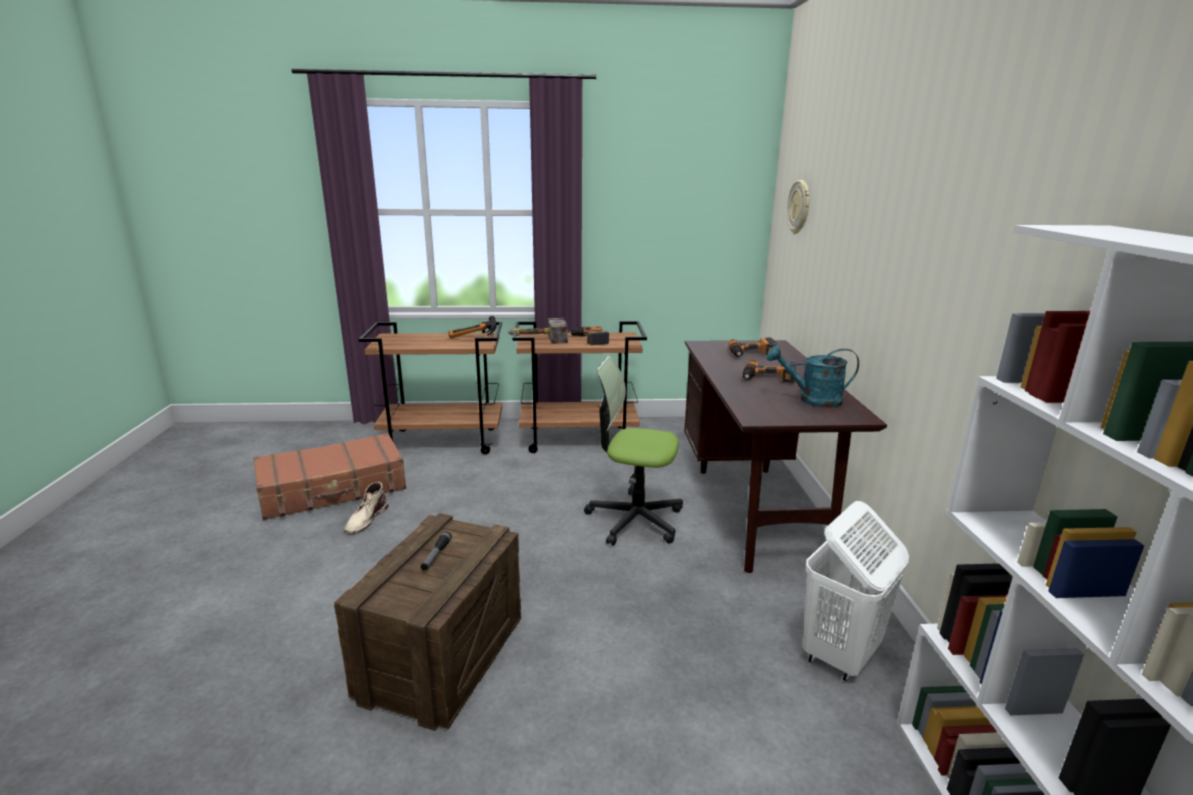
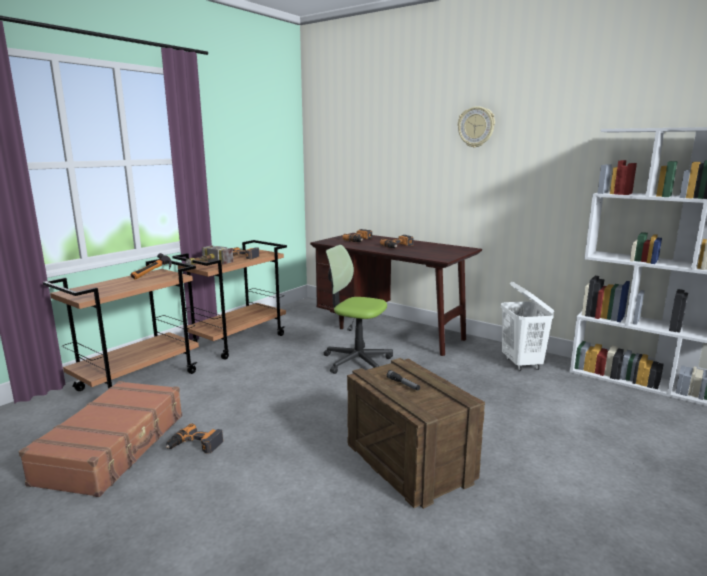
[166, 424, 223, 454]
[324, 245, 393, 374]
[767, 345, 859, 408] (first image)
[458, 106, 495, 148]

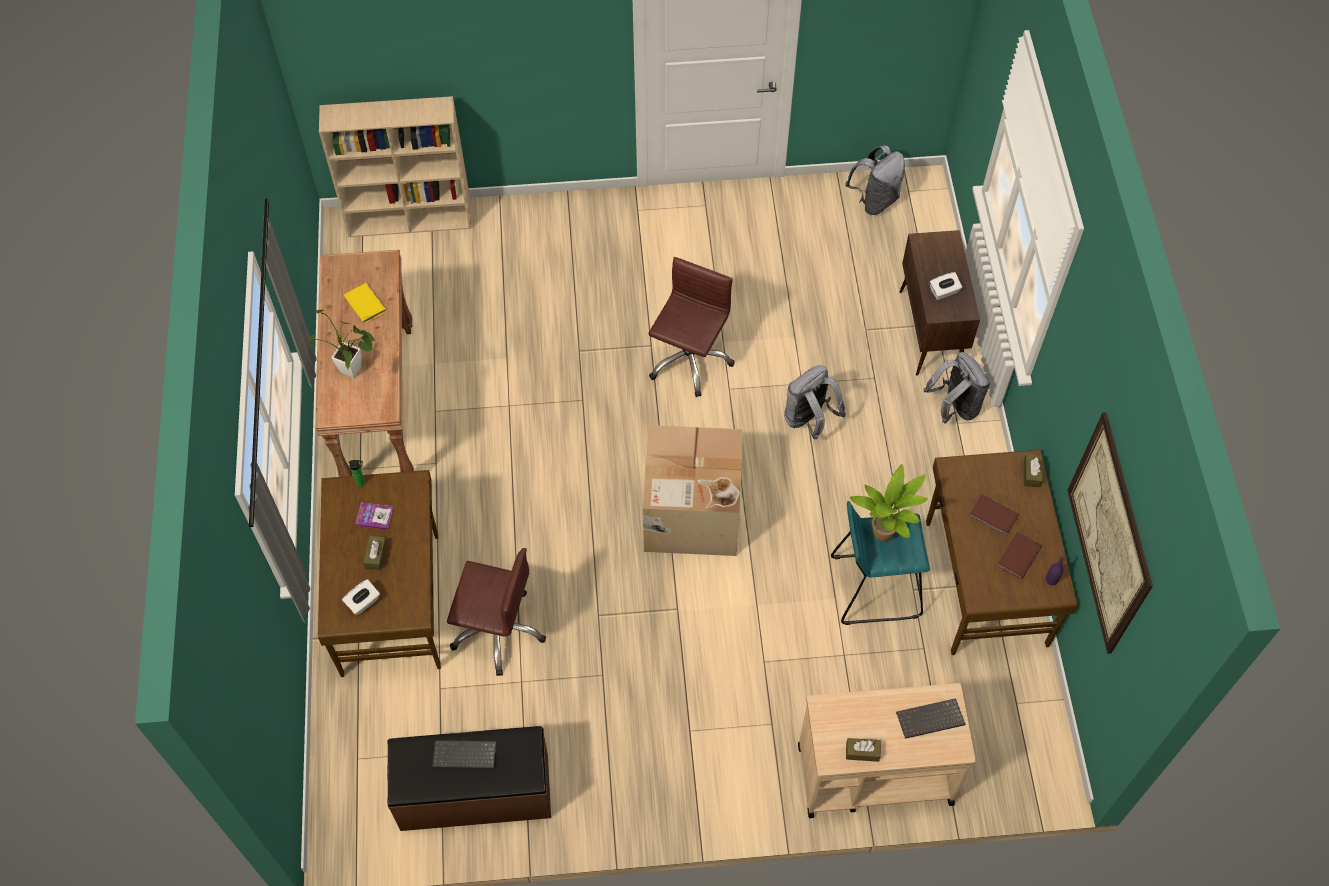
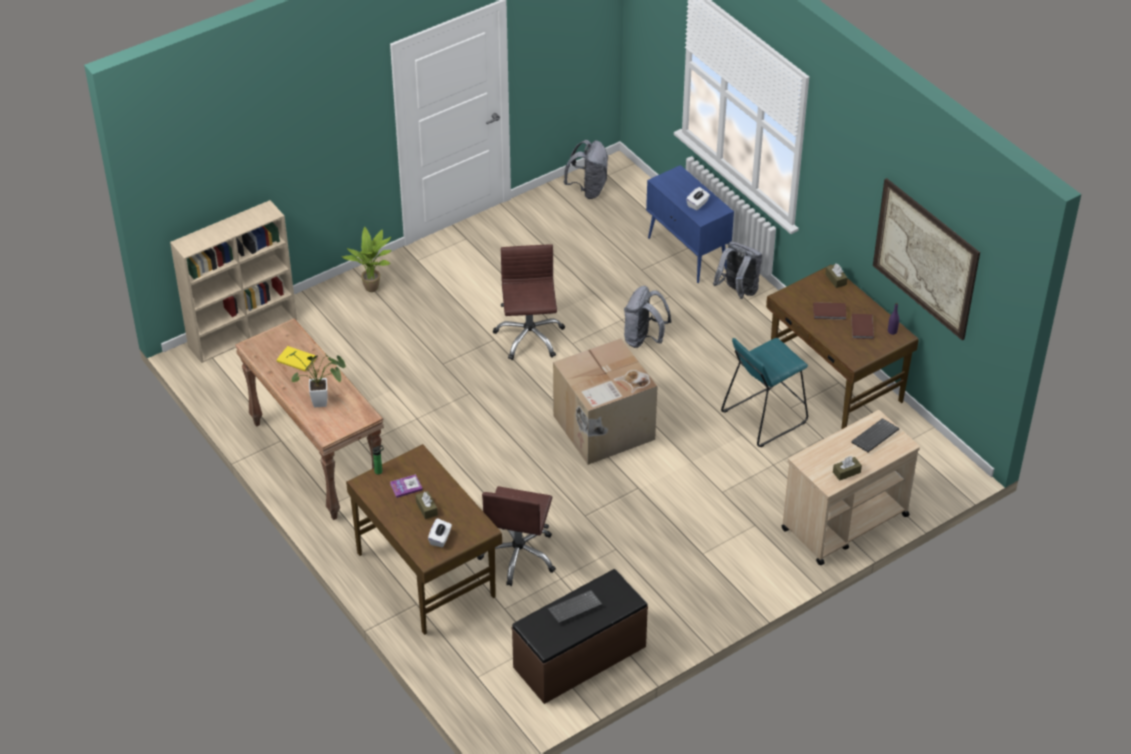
[477, 486, 556, 586]
[341, 227, 392, 292]
[646, 165, 734, 283]

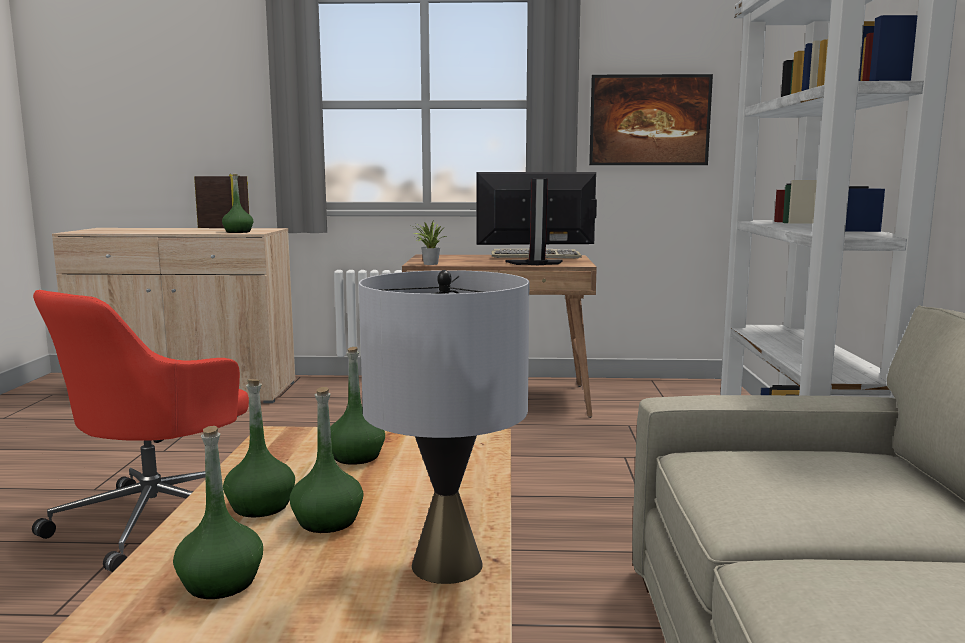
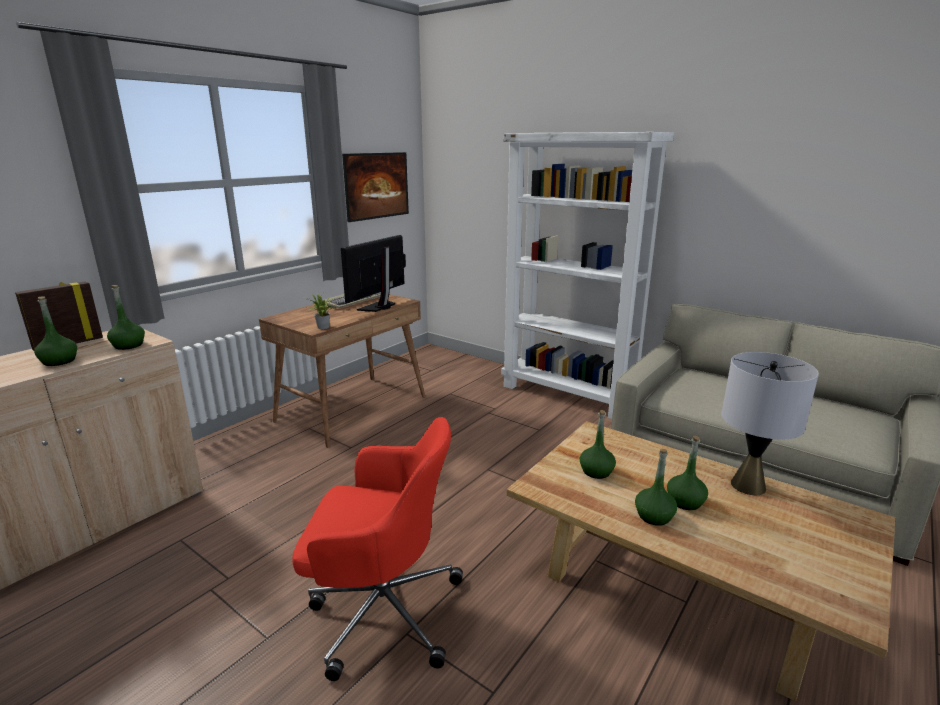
[292, 417, 463, 681]
[34, 296, 77, 366]

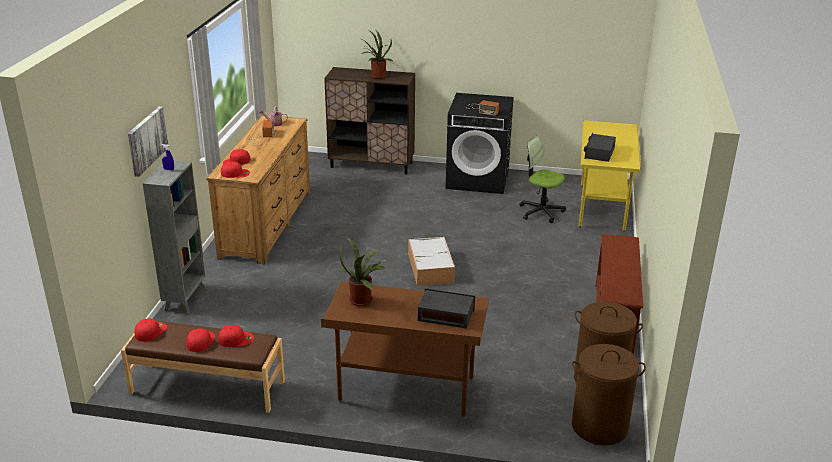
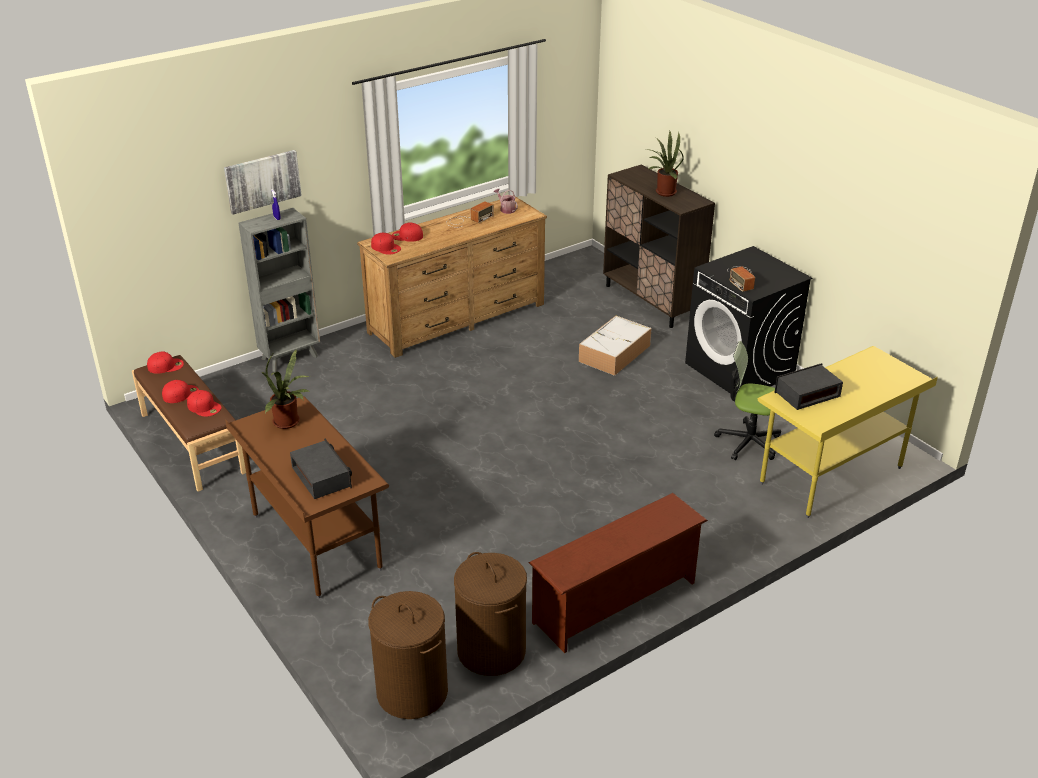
[579, 316, 652, 376]
[714, 341, 781, 460]

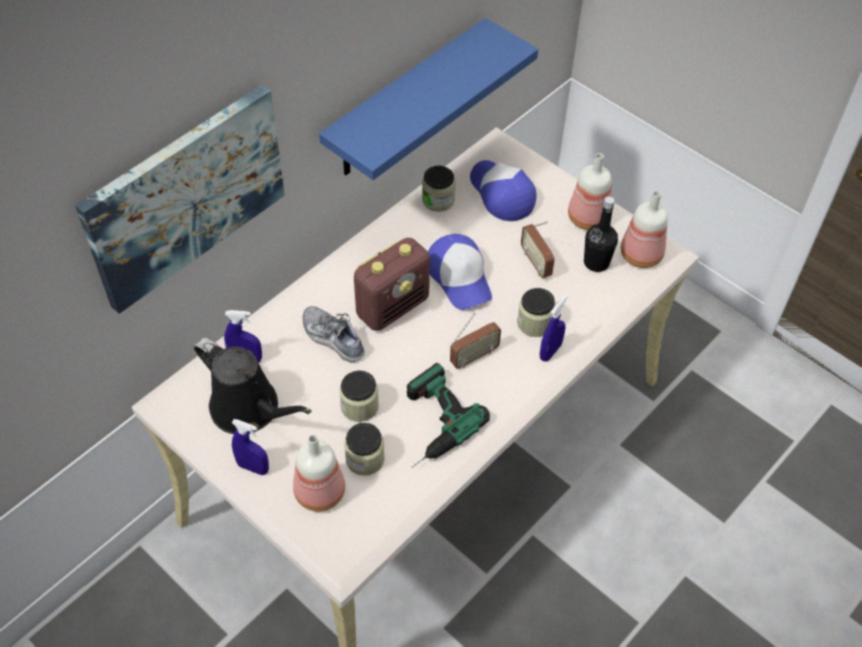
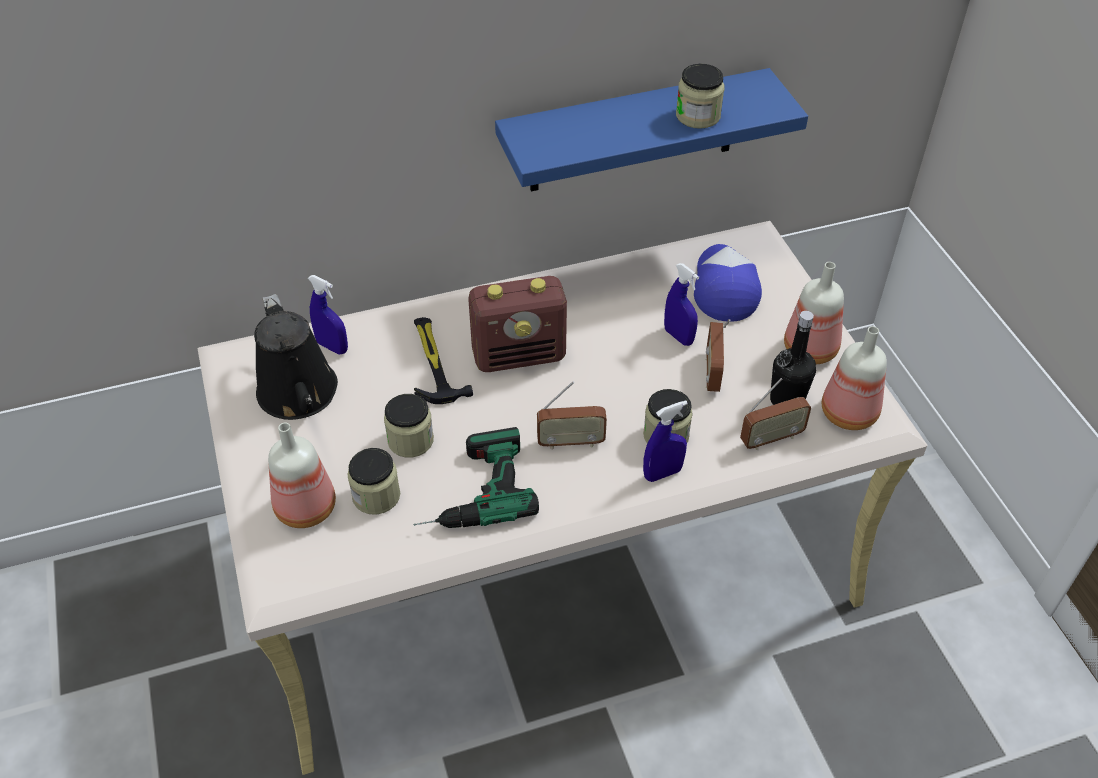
[75, 85, 285, 314] (first image)
[664, 263, 699, 346]
[414, 317, 473, 404]
[676, 64, 725, 129]
[428, 234, 492, 310] (first image)
[740, 378, 811, 450]

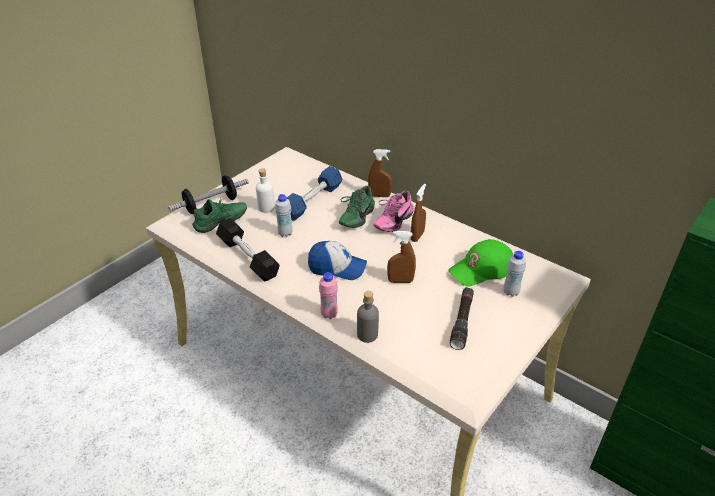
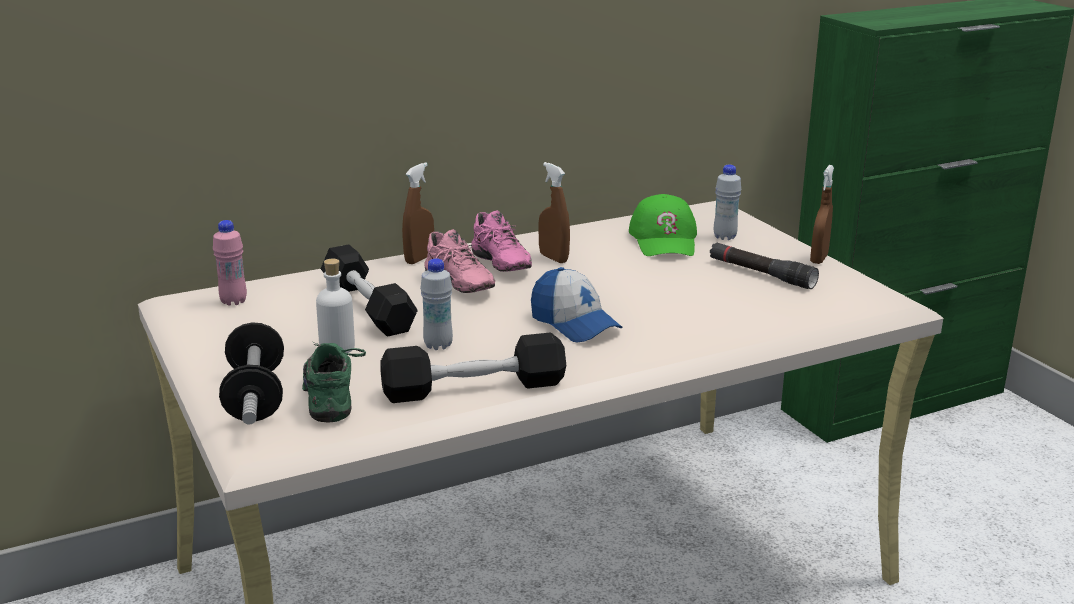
[321, 244, 418, 337]
[531, 267, 623, 342]
[213, 220, 247, 306]
[424, 229, 495, 293]
[357, 291, 379, 343] (first image)
[810, 165, 834, 264]

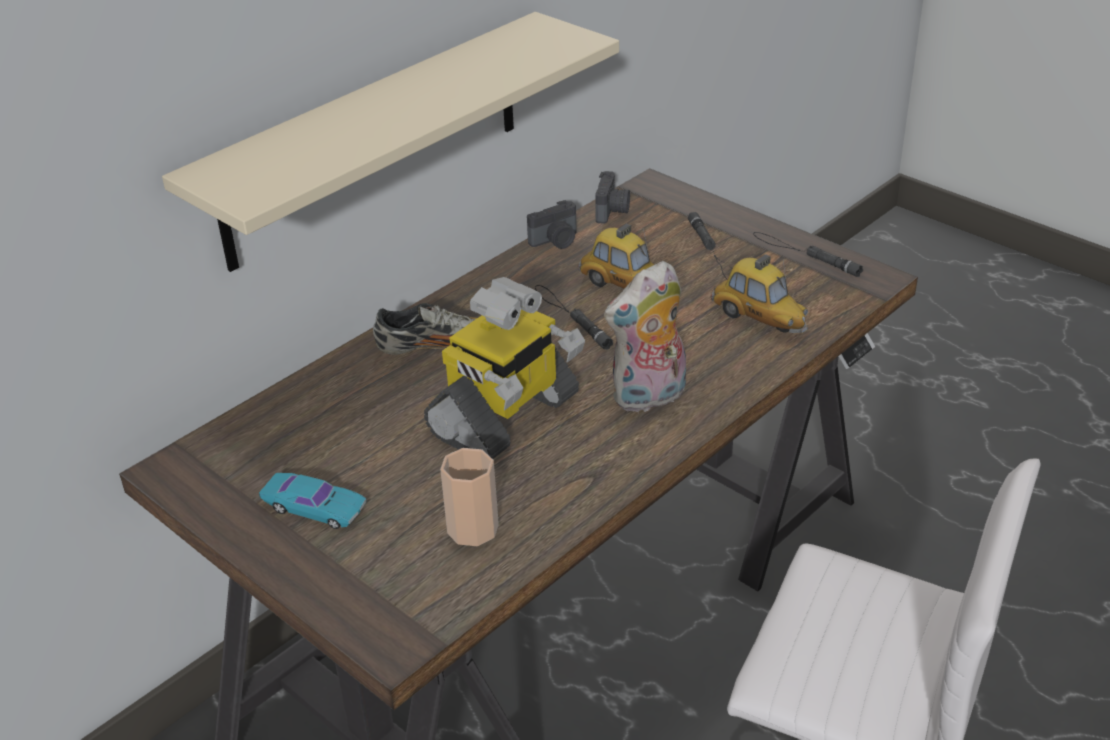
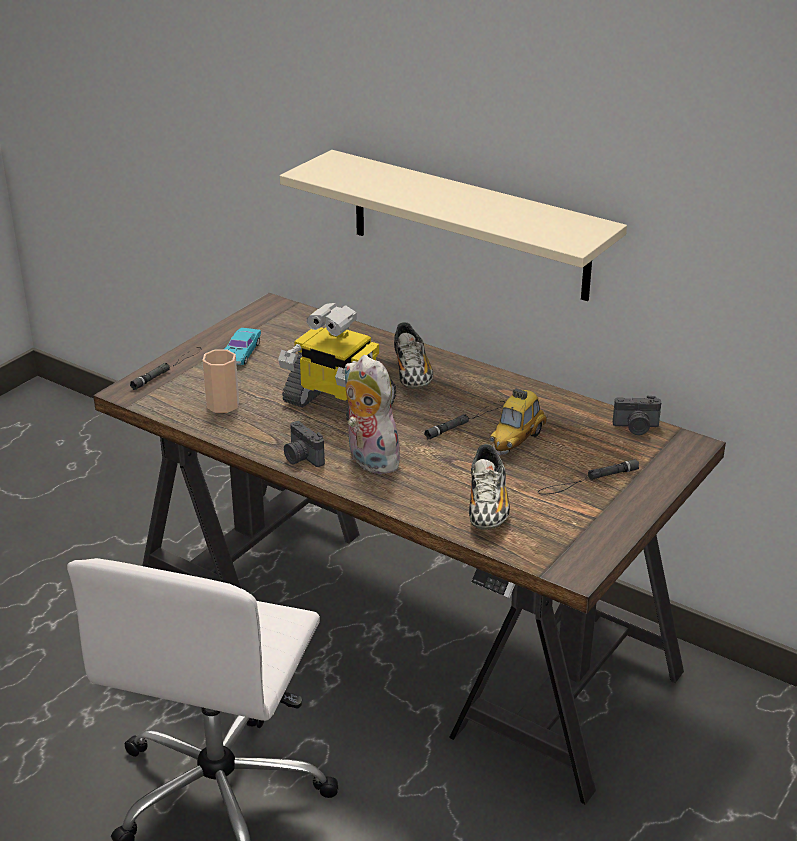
[284, 421, 325, 467]
[469, 444, 510, 530]
[130, 347, 201, 390]

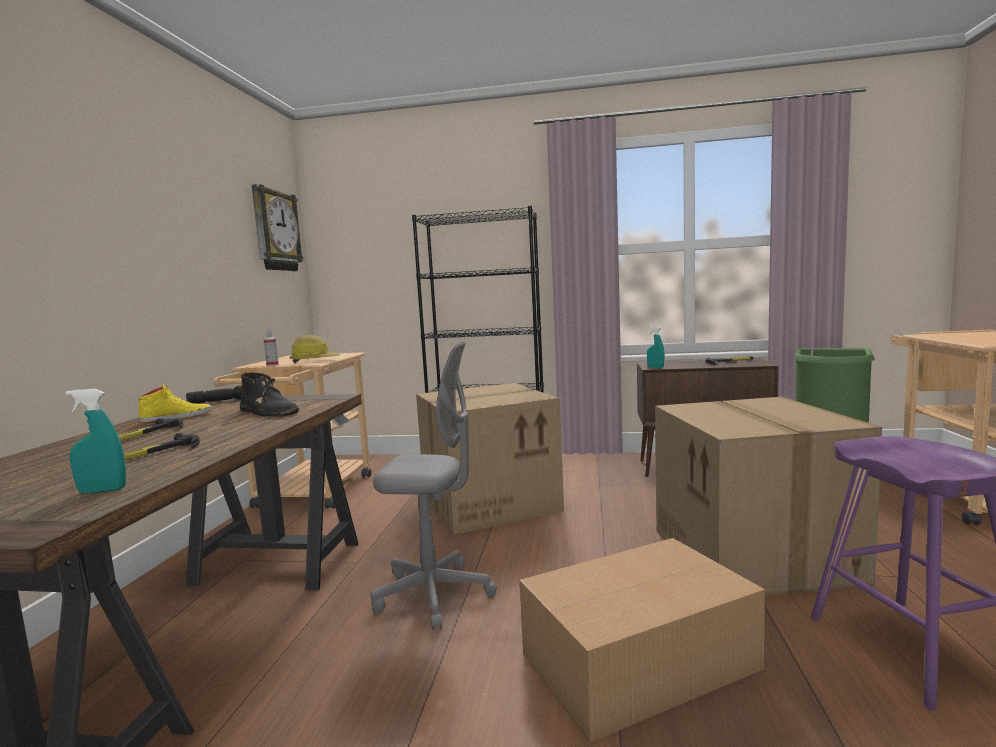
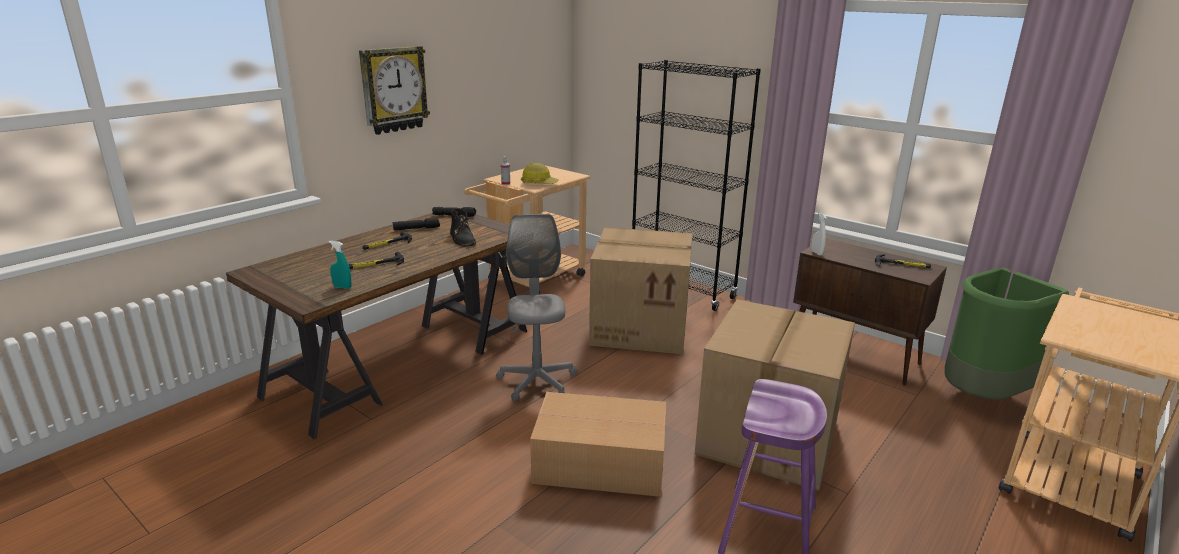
[393, 218, 440, 230]
[359, 46, 430, 135]
[496, 214, 577, 402]
[811, 213, 827, 255]

